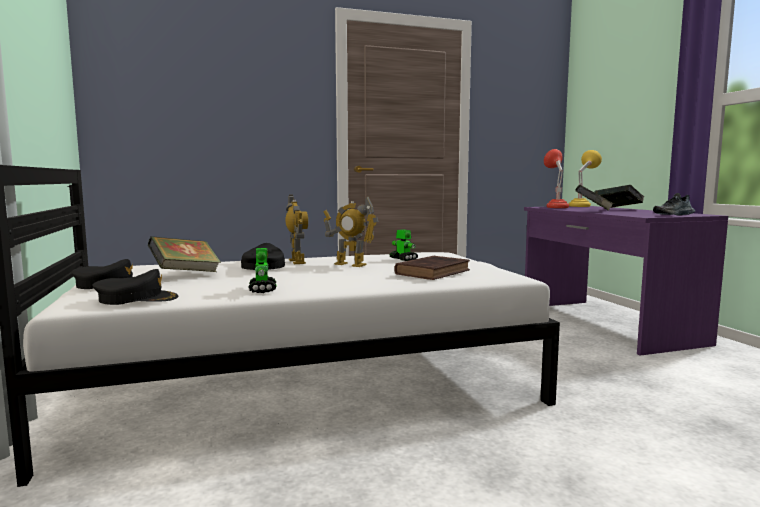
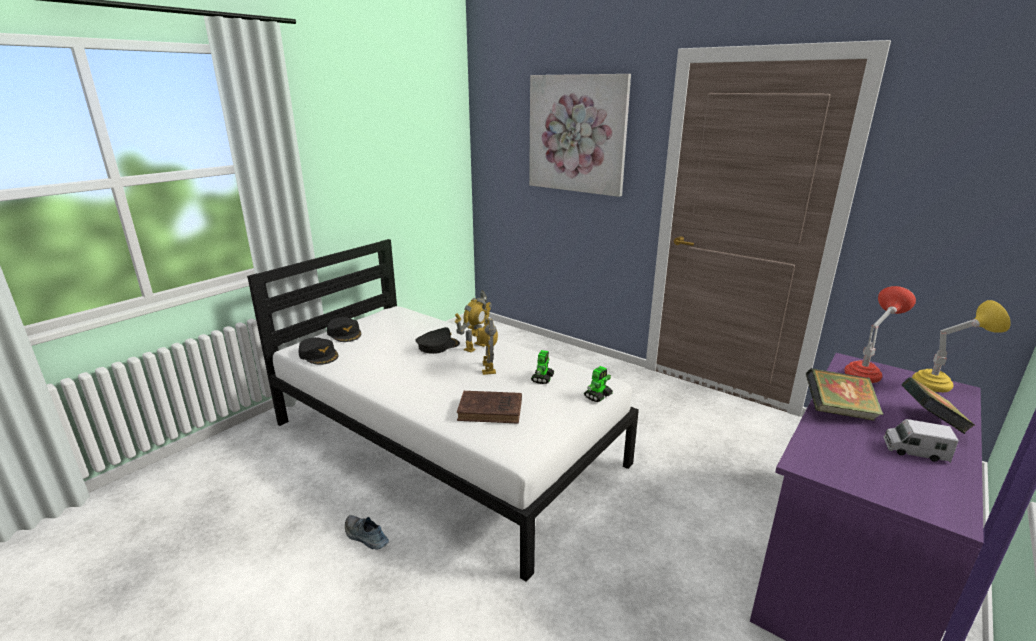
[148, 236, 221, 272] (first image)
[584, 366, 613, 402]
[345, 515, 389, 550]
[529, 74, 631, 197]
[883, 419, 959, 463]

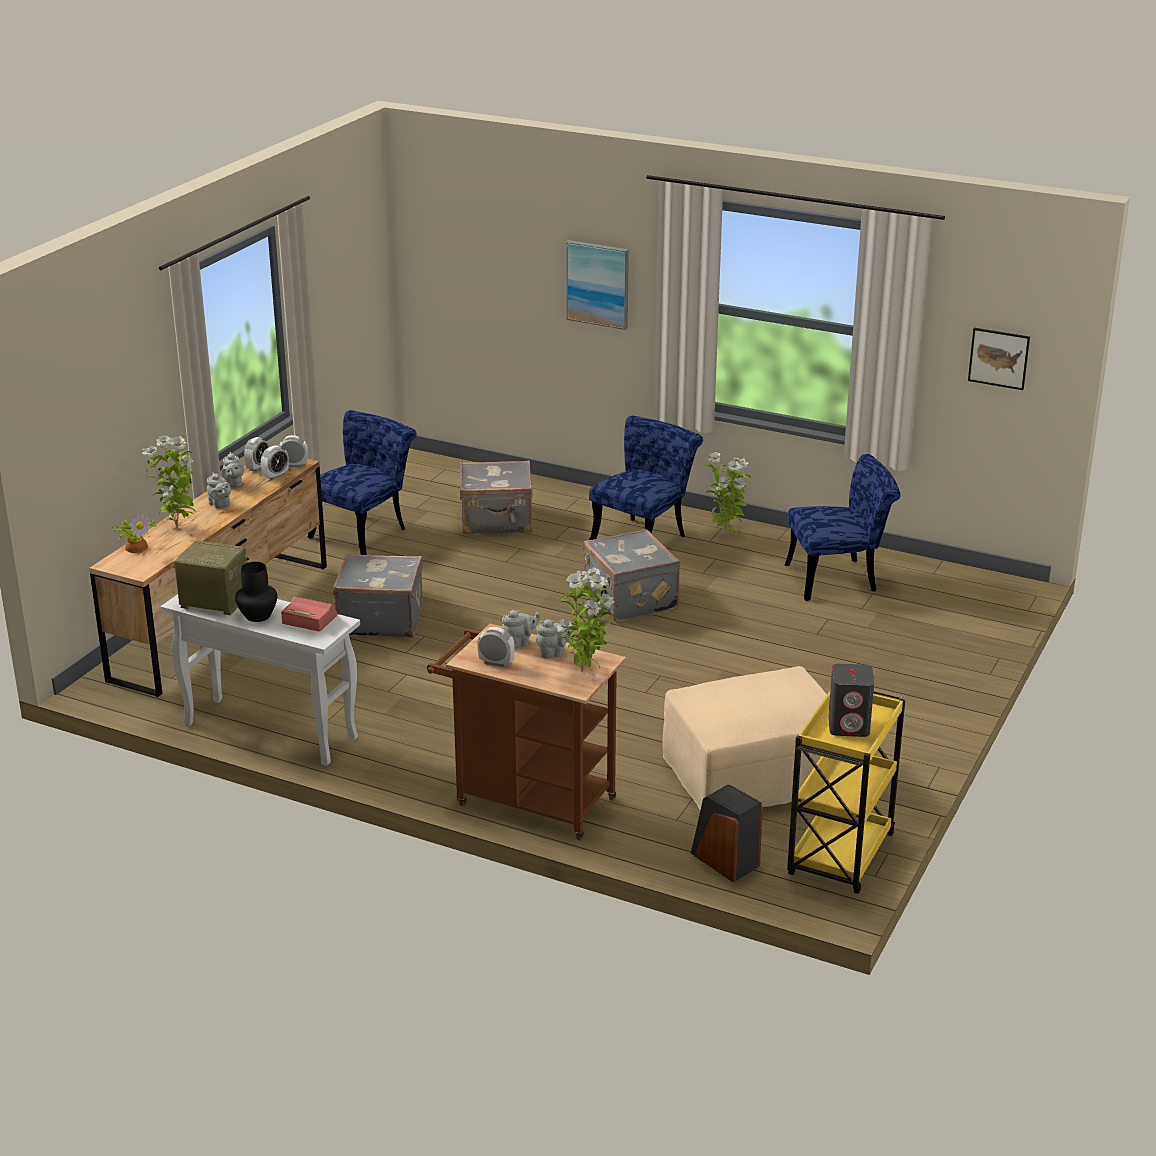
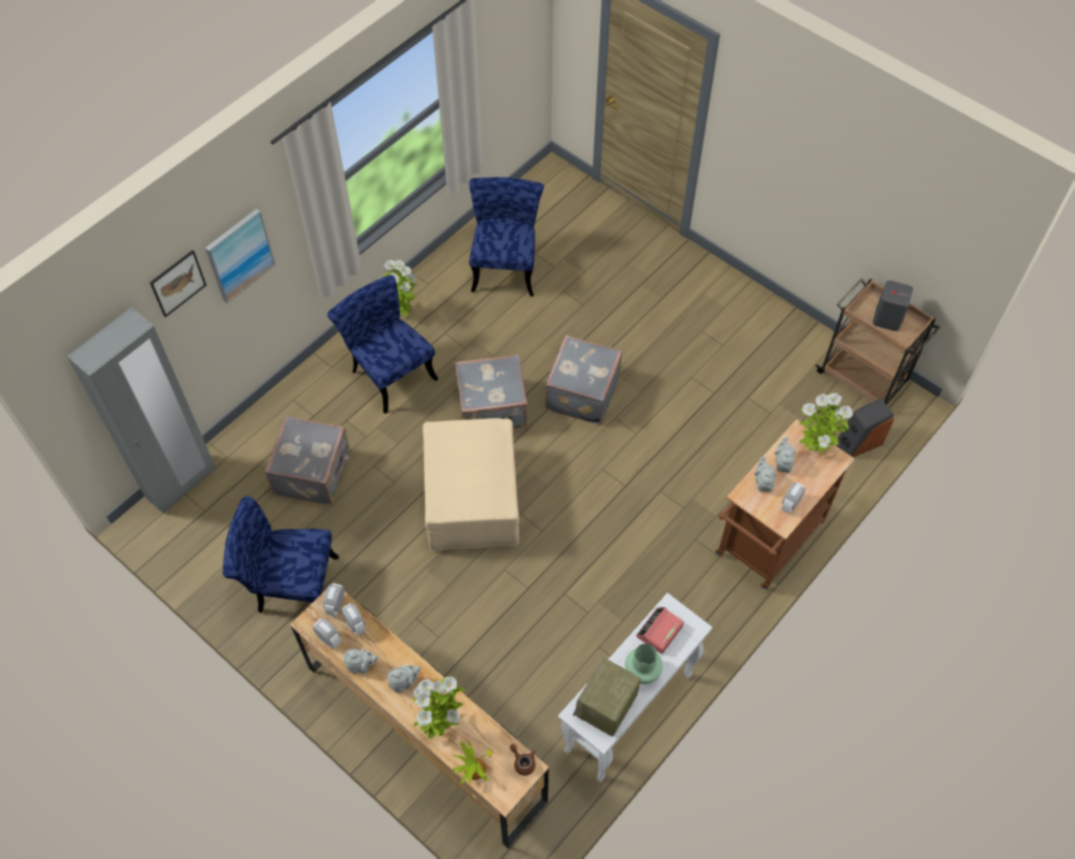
[625, 644, 663, 684]
[223, 496, 339, 613]
[544, 335, 622, 424]
[423, 418, 519, 551]
[816, 278, 940, 405]
[150, 250, 206, 317]
[67, 307, 216, 514]
[510, 744, 535, 776]

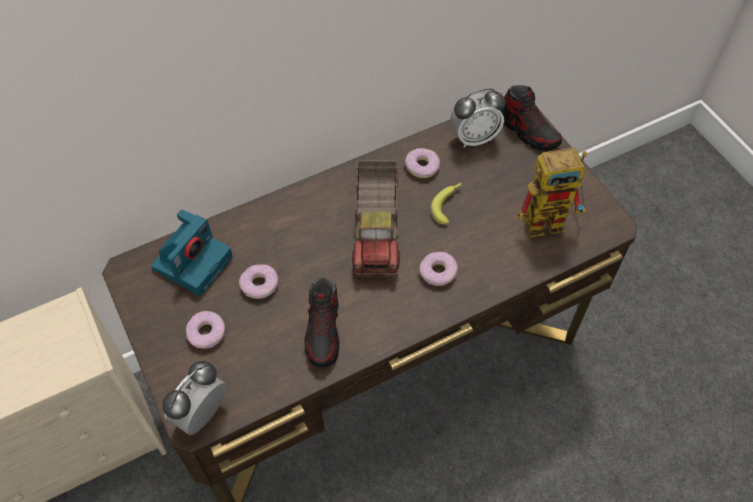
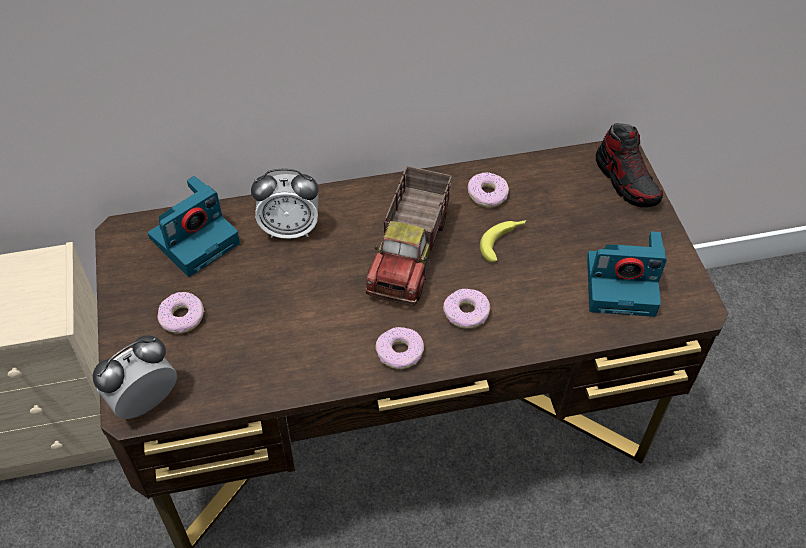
[375, 327, 424, 369]
[304, 277, 339, 368] (first image)
[251, 168, 319, 239]
[587, 231, 667, 317]

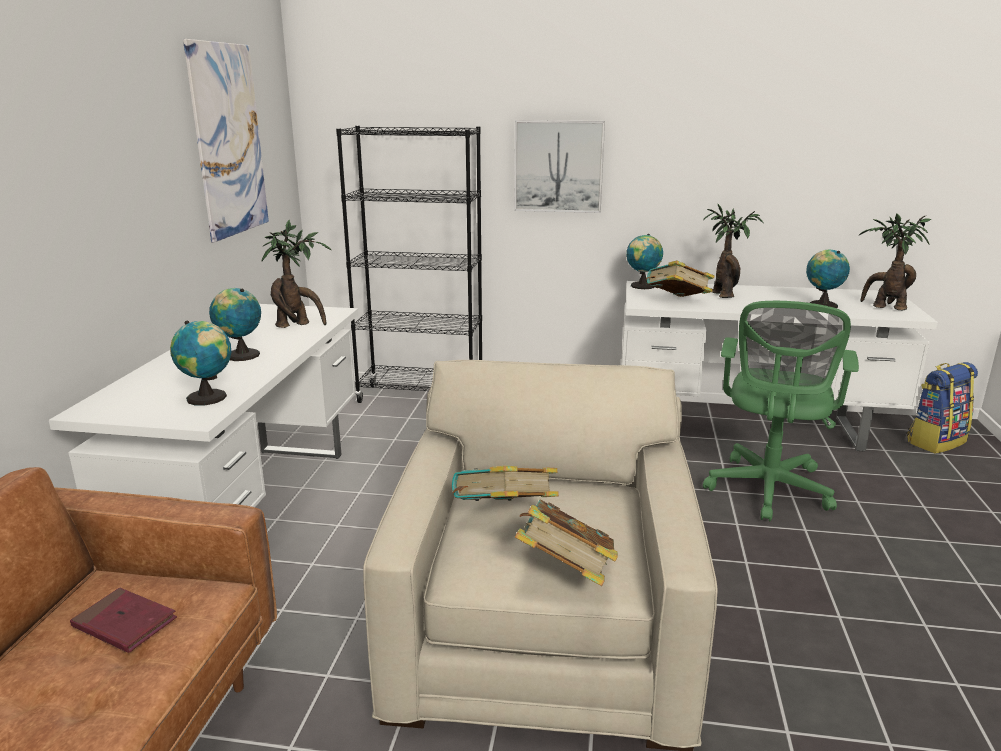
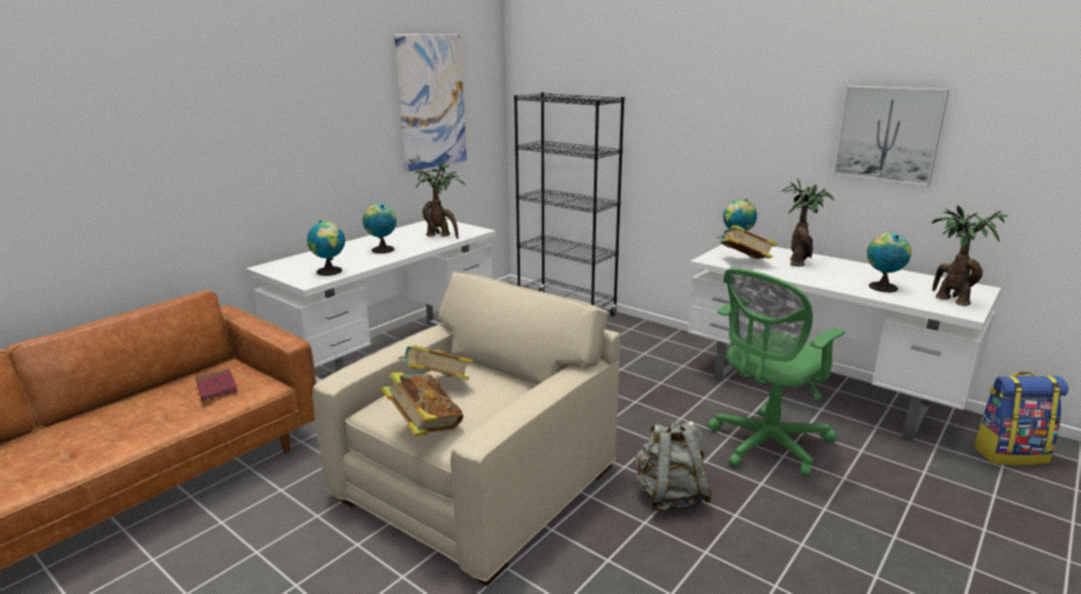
[833, 85, 949, 186]
[635, 421, 714, 511]

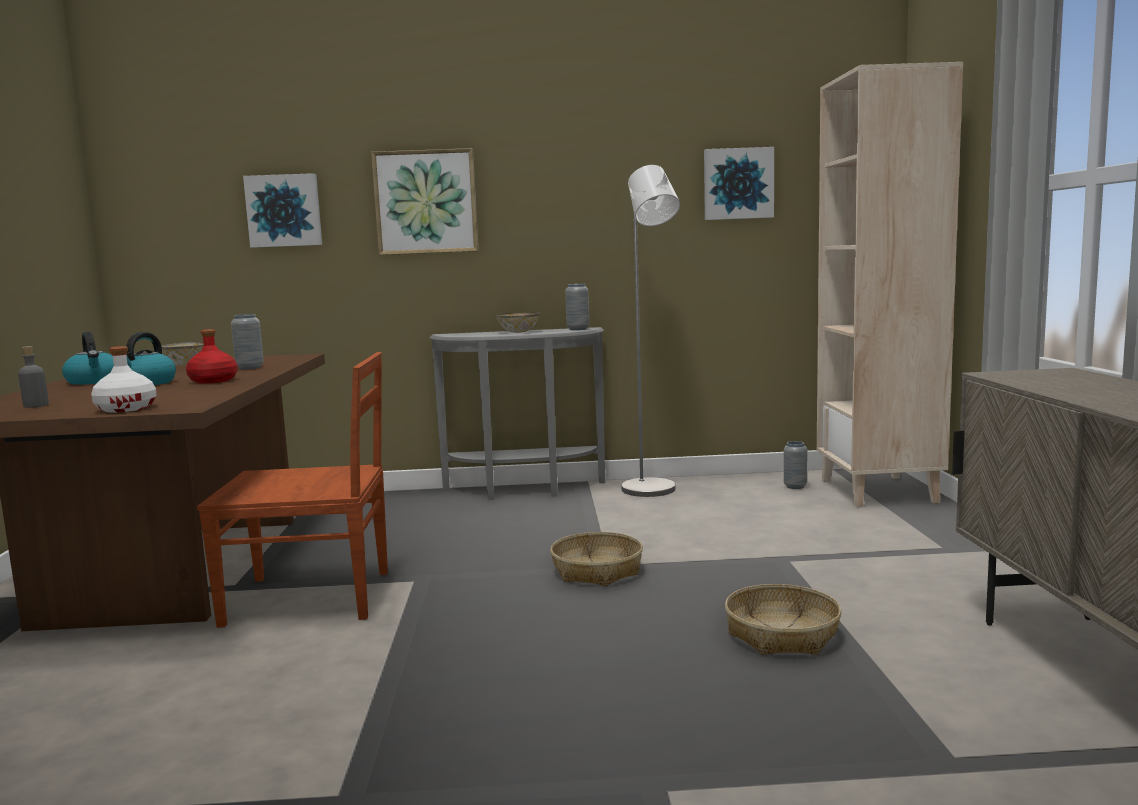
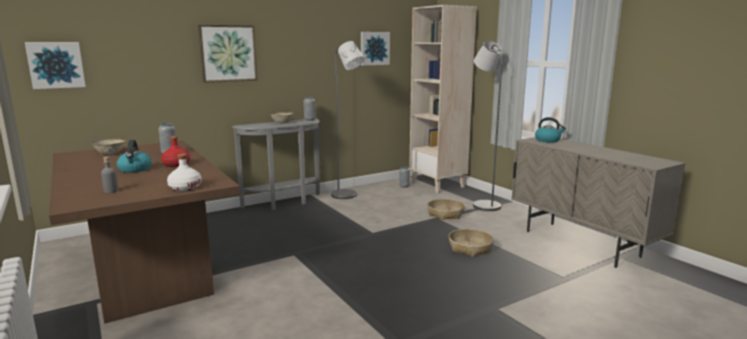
[535, 117, 566, 143]
[197, 352, 388, 628] (first image)
[25, 42, 86, 89]
[427, 199, 465, 220]
[473, 41, 503, 211]

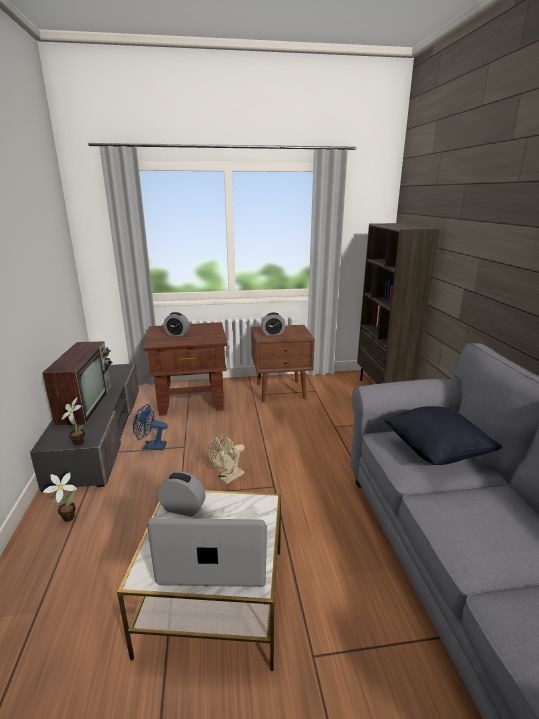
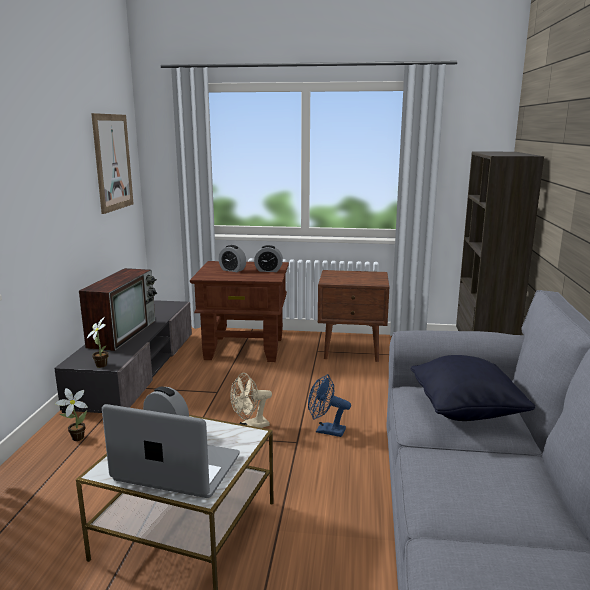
[308, 374, 351, 437]
[254, 245, 283, 272]
[91, 113, 134, 214]

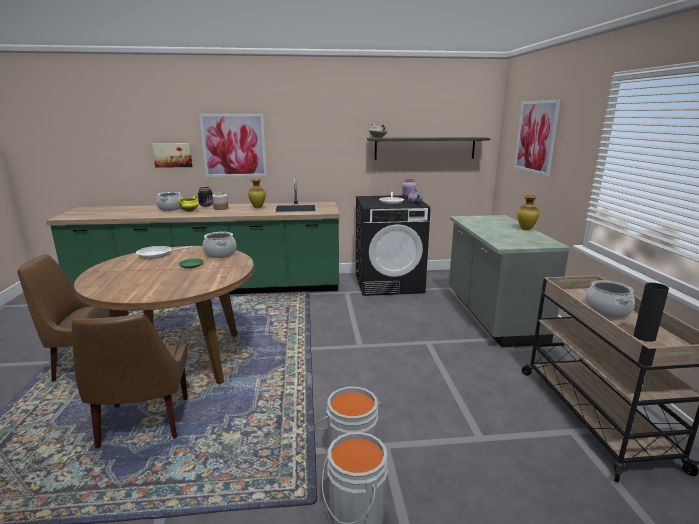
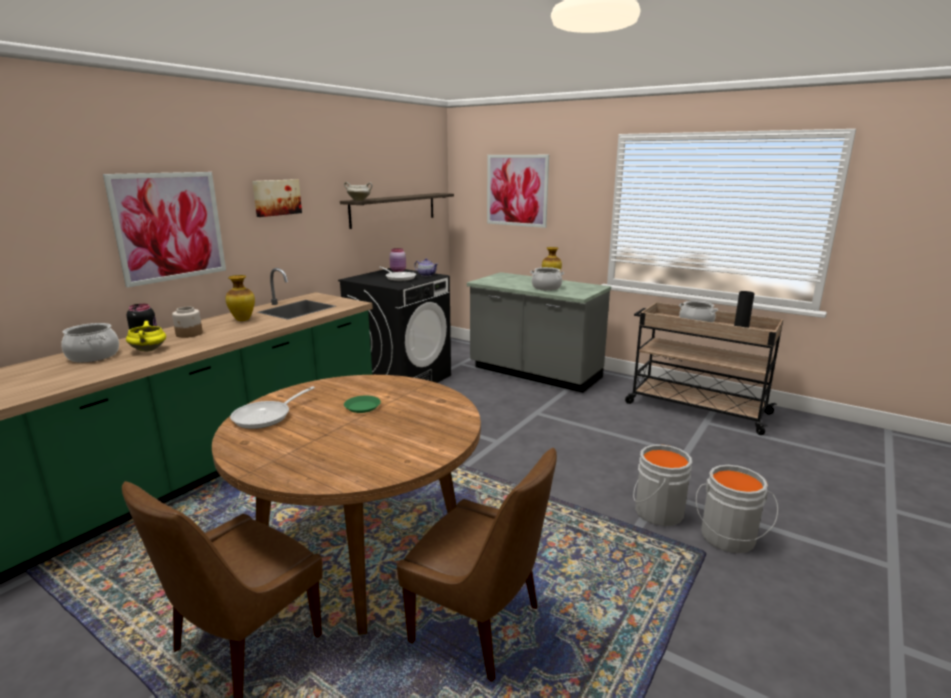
[252, 179, 302, 217]
[530, 267, 564, 291]

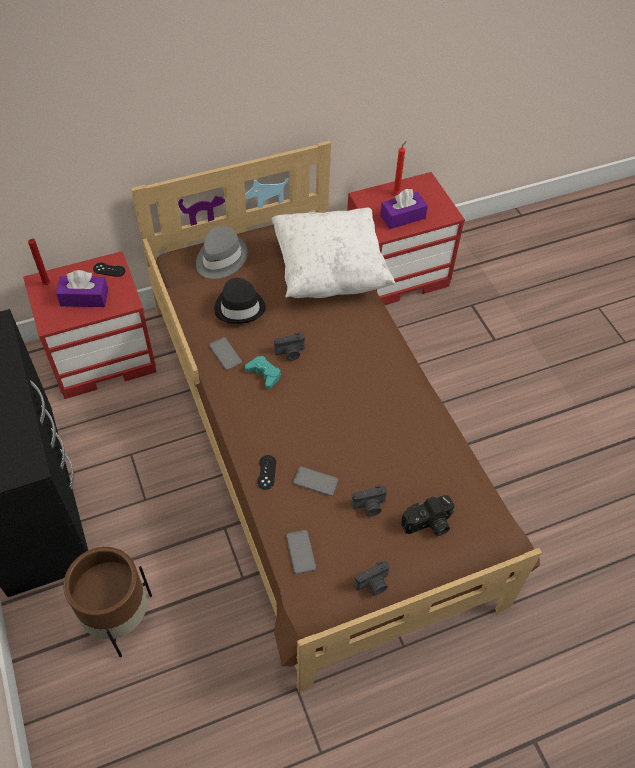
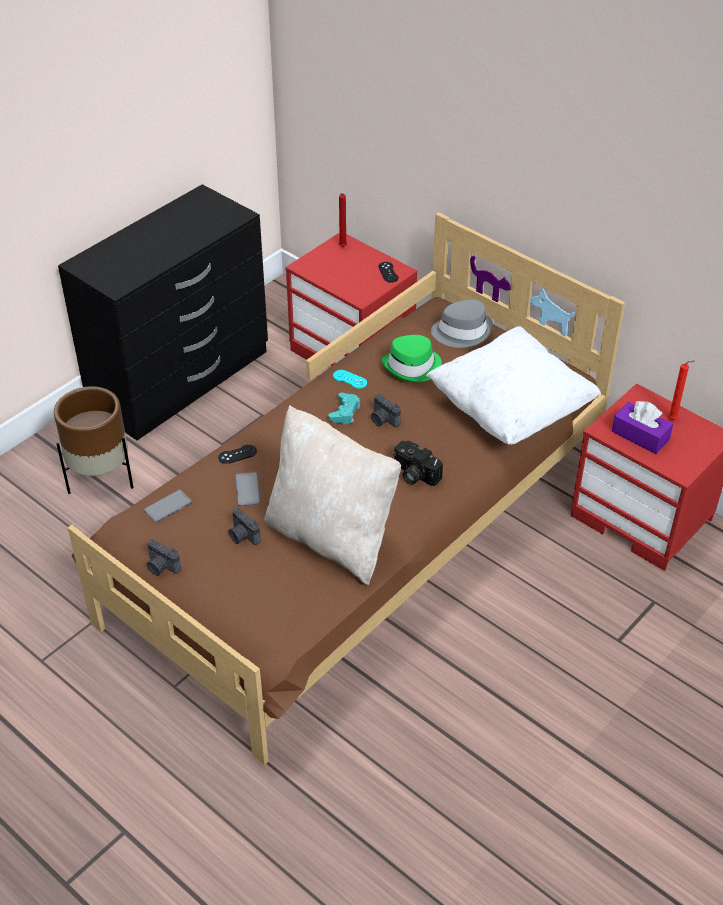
[56, 270, 108, 307] (first image)
[333, 370, 367, 389]
[382, 335, 442, 383]
[393, 441, 443, 486]
[264, 405, 401, 585]

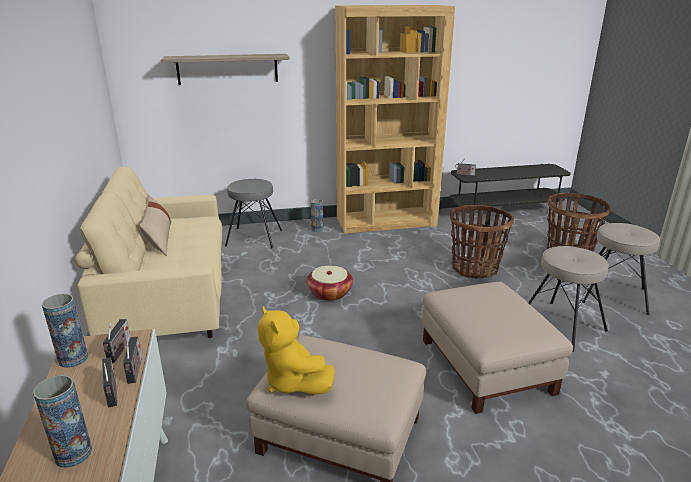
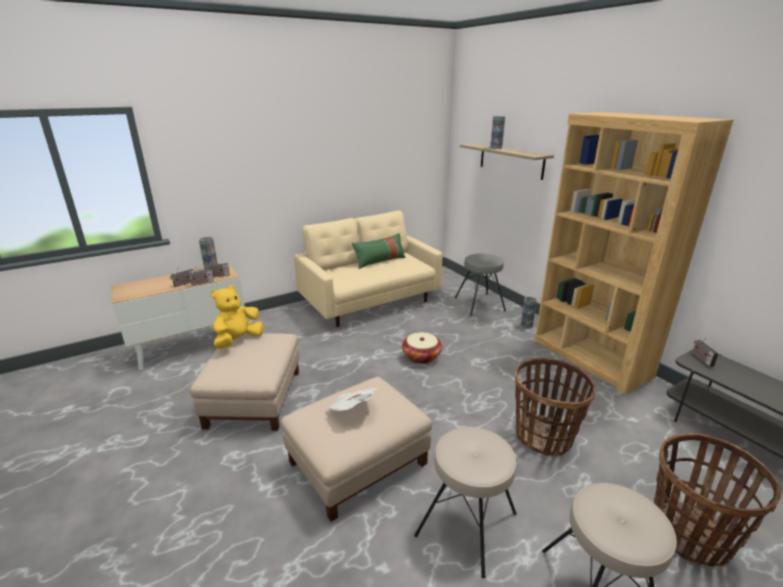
[490, 116, 505, 149]
[352, 233, 406, 269]
[326, 388, 378, 411]

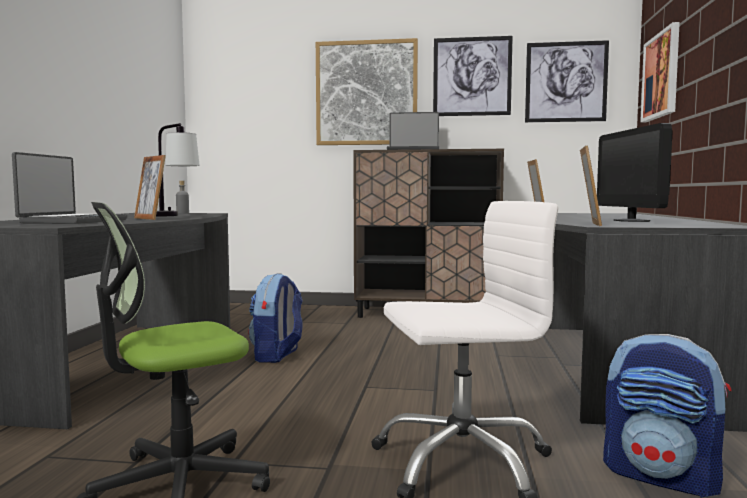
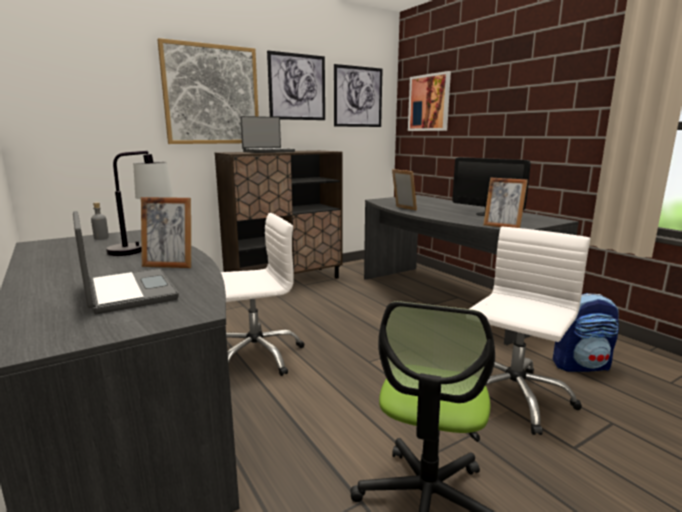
[221, 213, 304, 376]
[483, 178, 528, 228]

